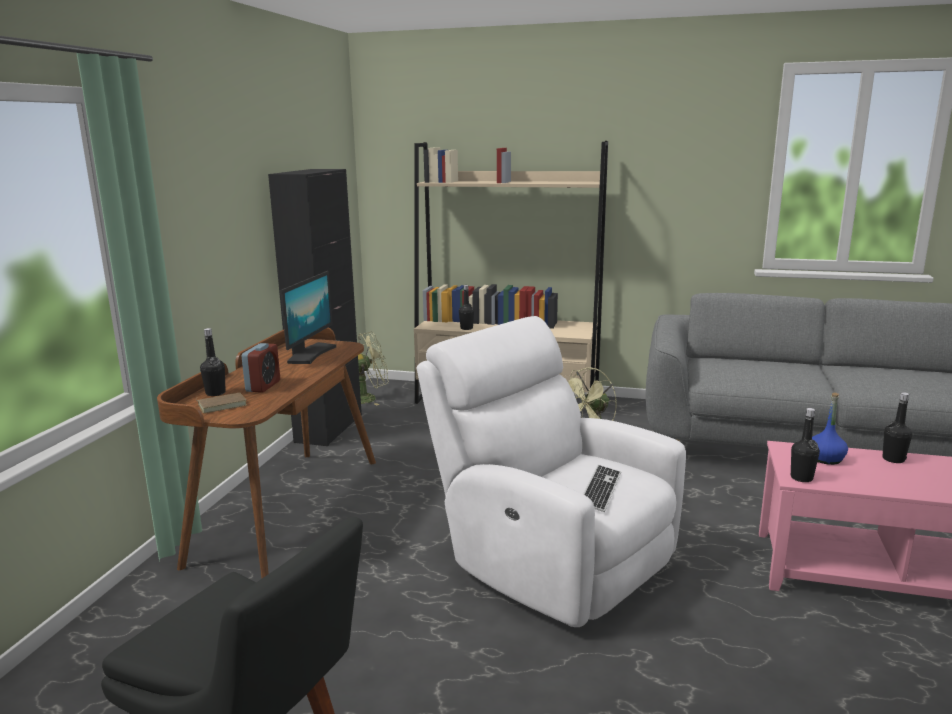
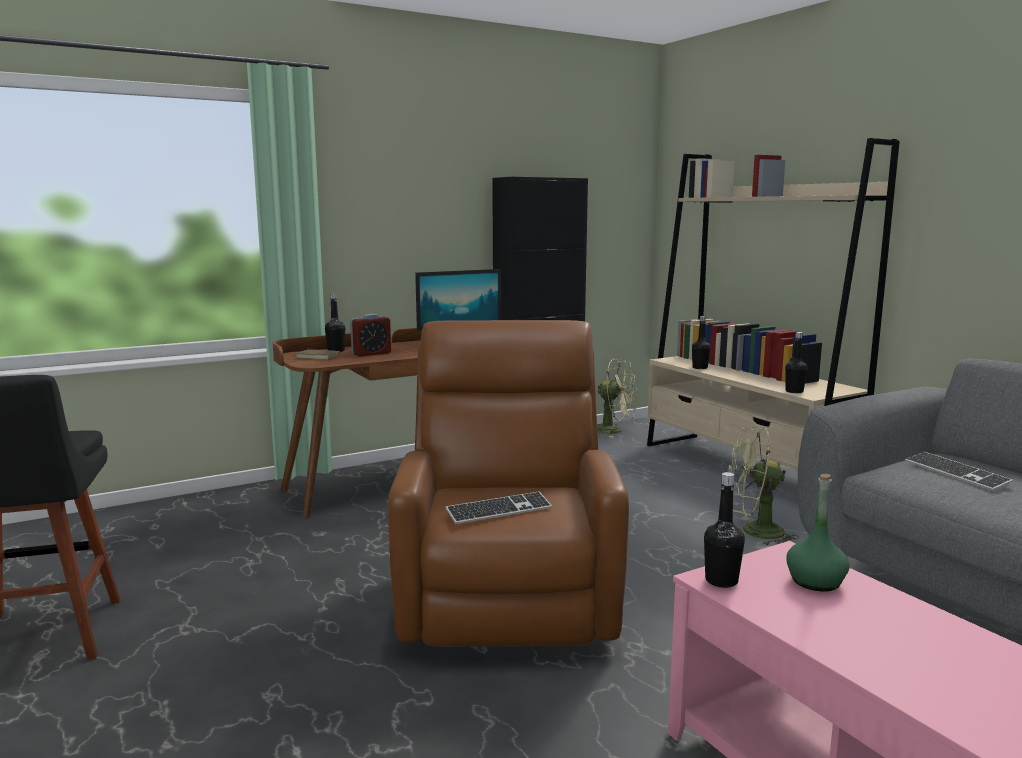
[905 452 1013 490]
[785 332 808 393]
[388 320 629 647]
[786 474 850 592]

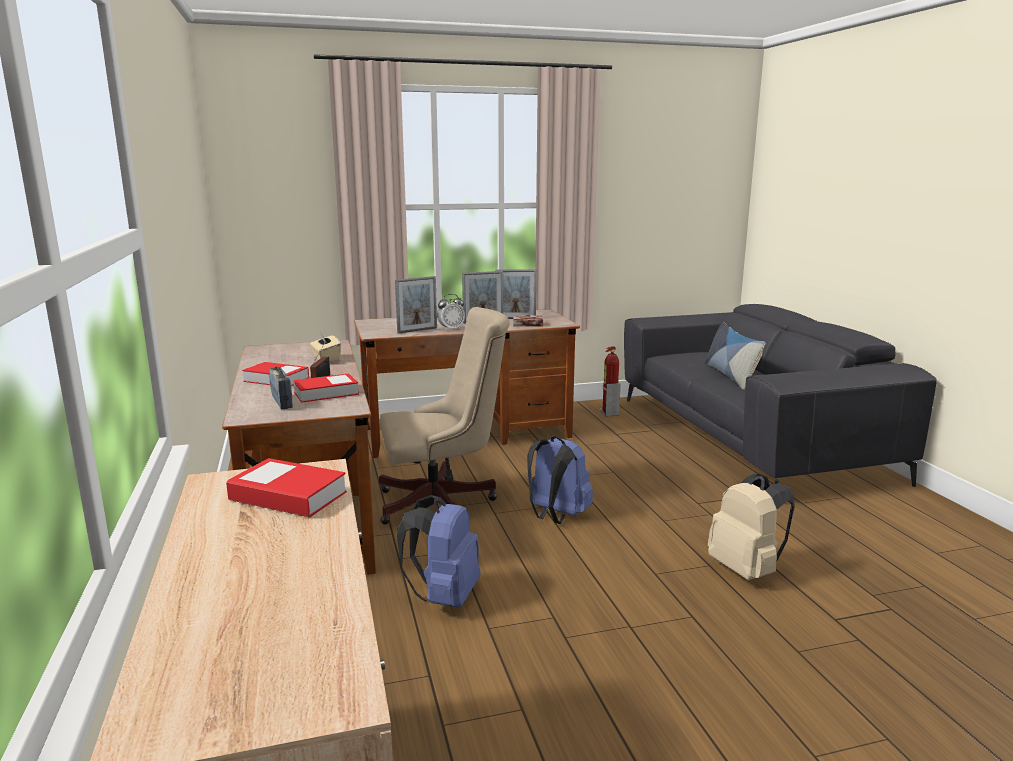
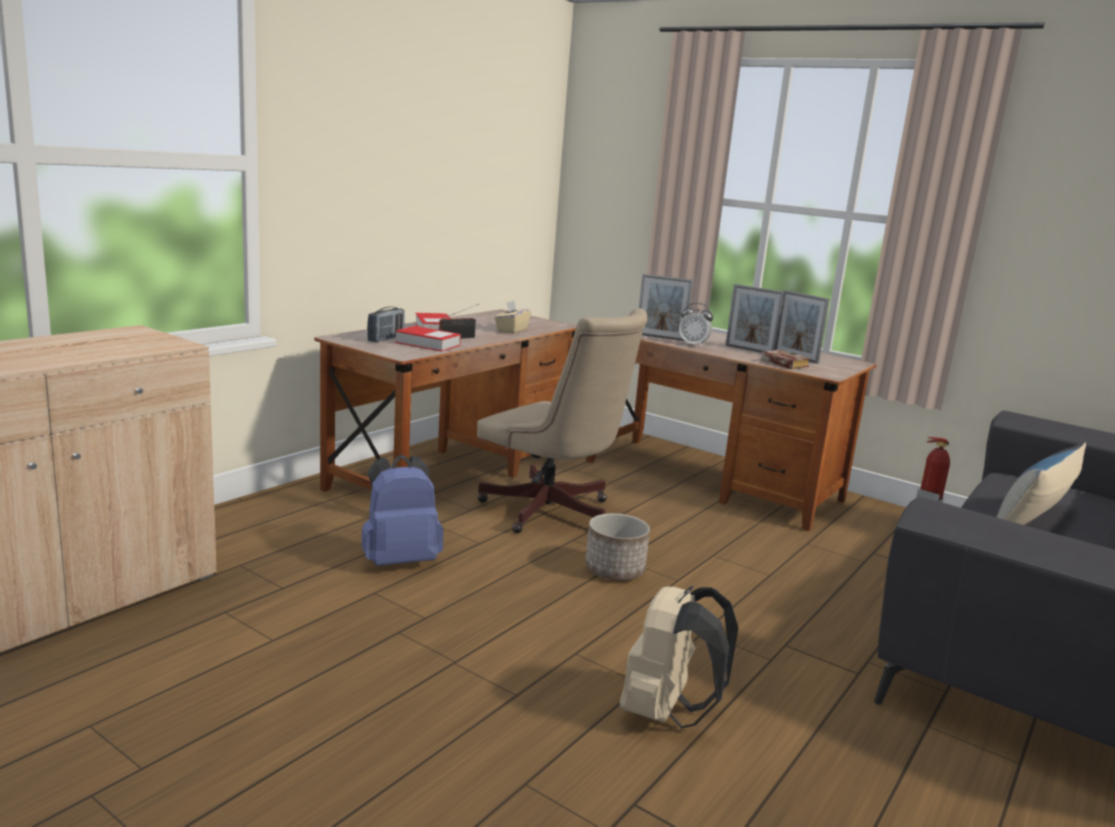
[226 458 347 517] (first image)
[585 513 650 580]

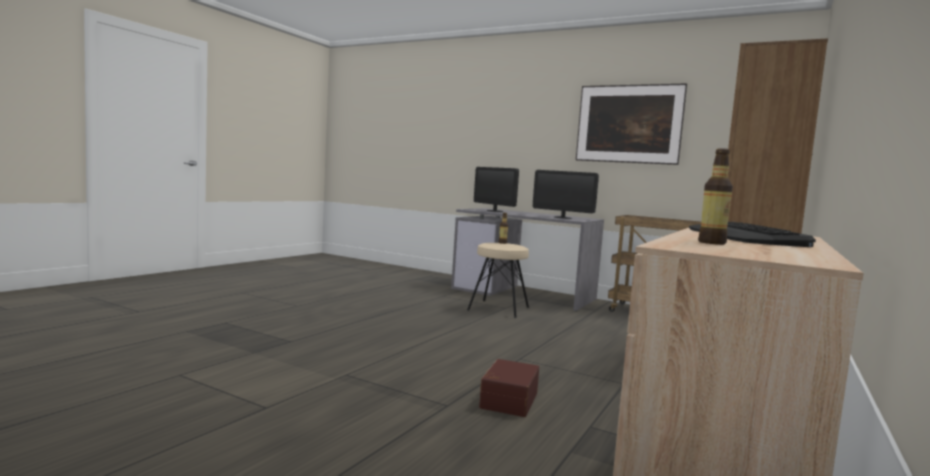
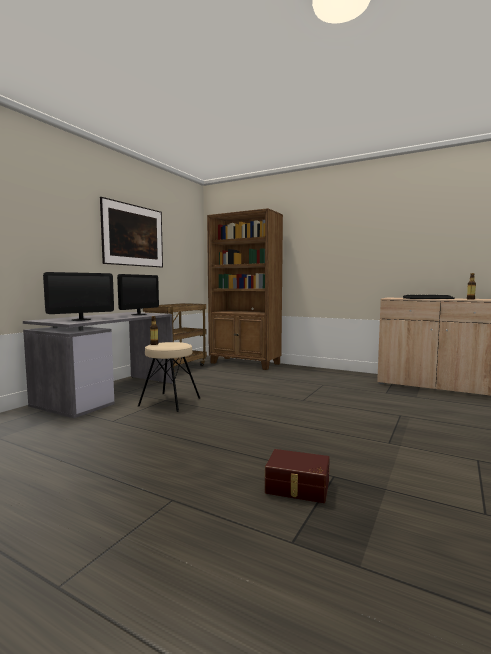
[265 449 330 503]

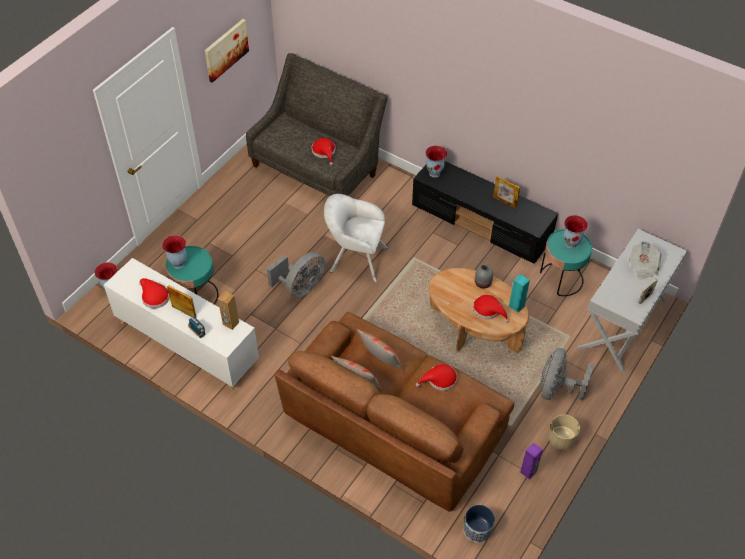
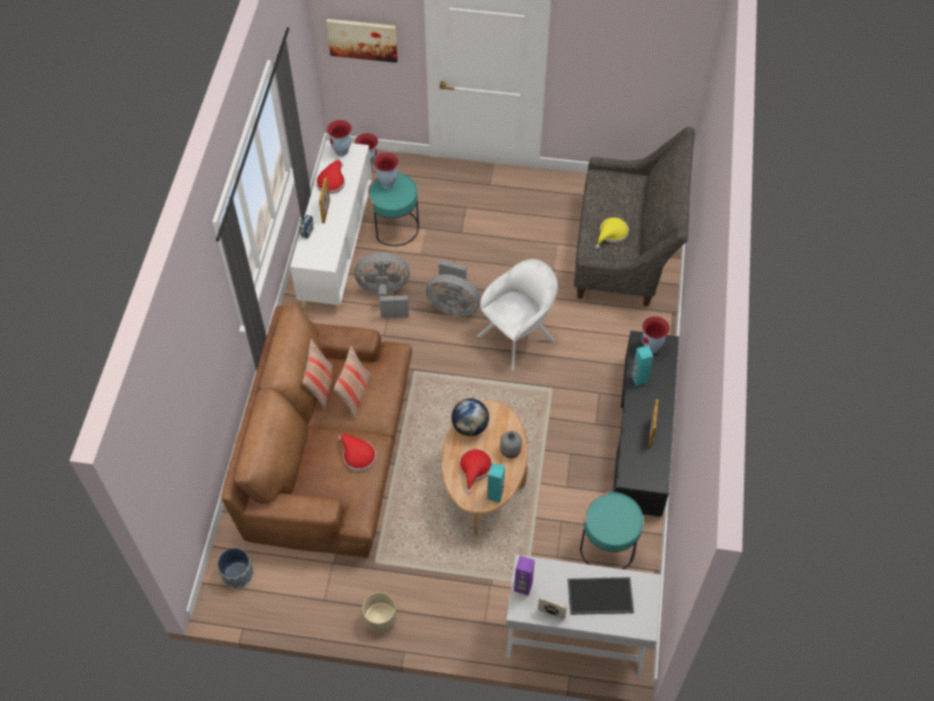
[218 291 239 330] (first image)
[451 398 489 436]
[631 345 653 386]
[326 19 398 63]
[514 556 535 595]
[354 253 410 318]
[327 120 352 156]
[568 577 634 615]
[595 217 629 249]
[476 259 558 371]

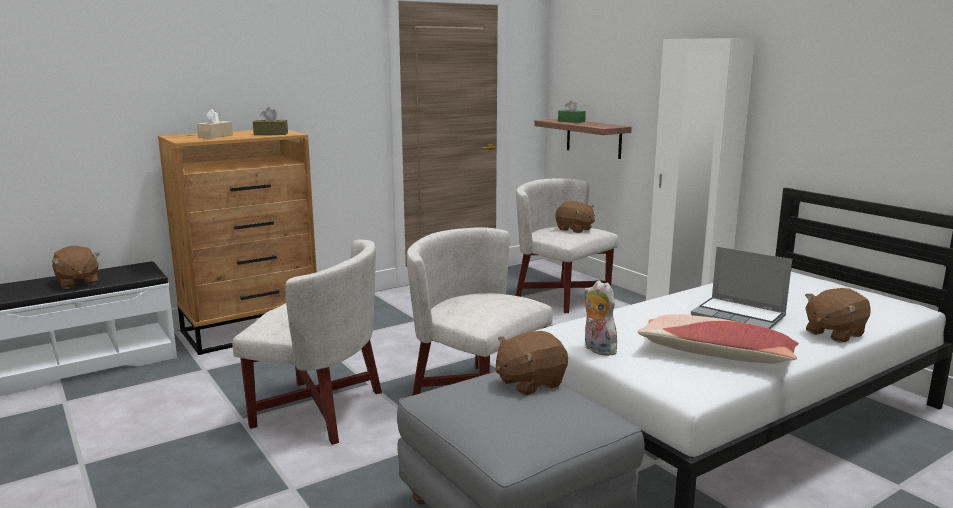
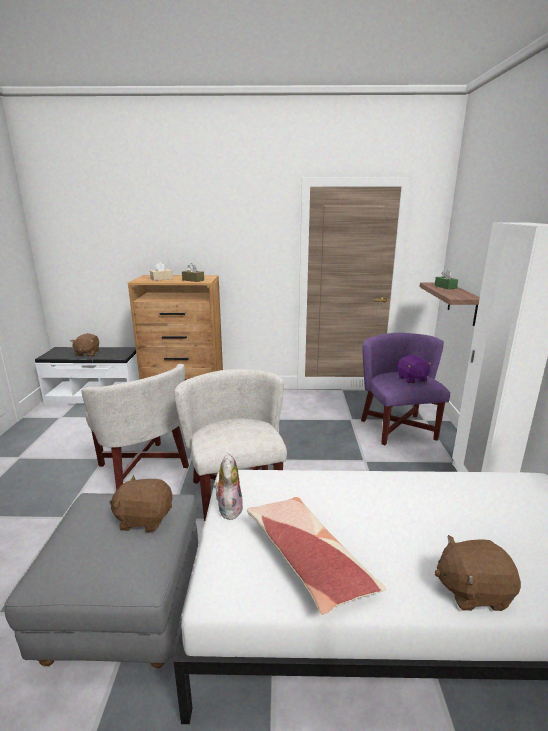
[691 246 792 329] (first image)
[361 333 450 445]
[398 355 432 384]

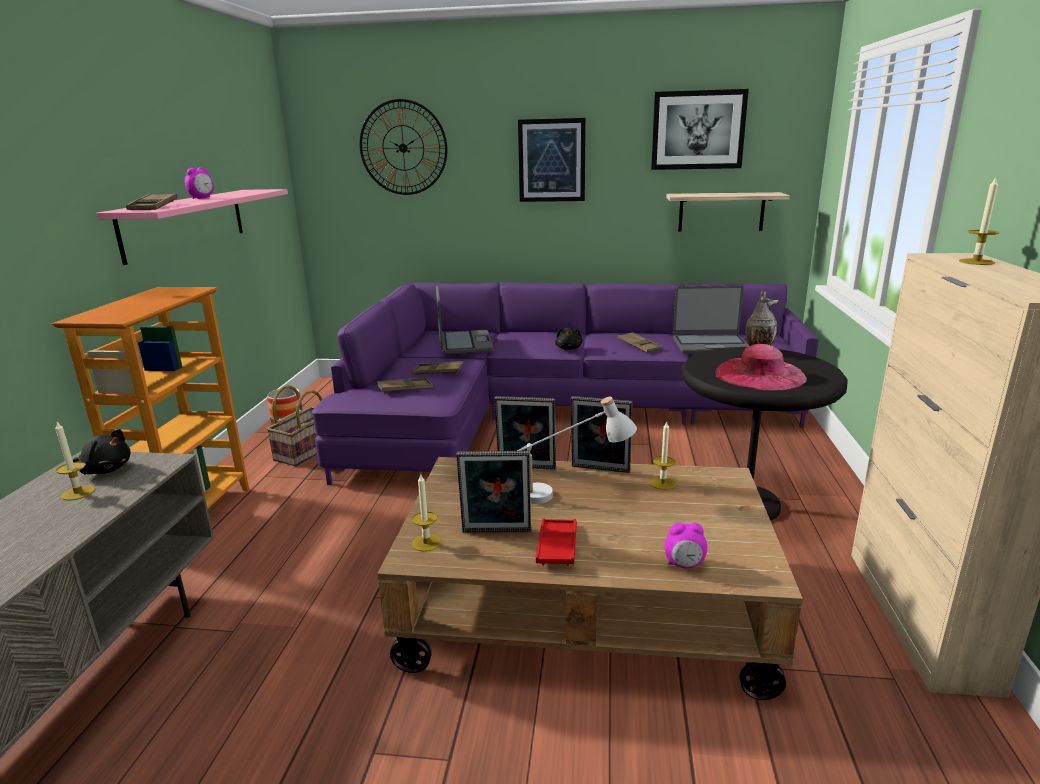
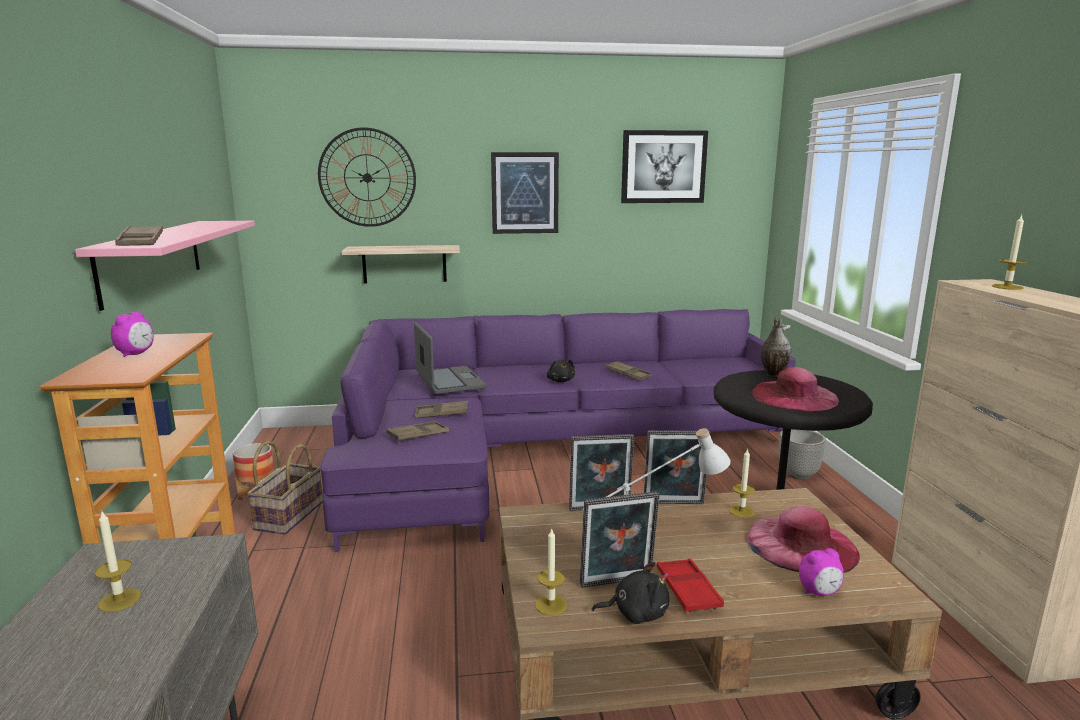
[673 285 749 354] (first image)
[747 506 860 573]
[779 429 826 480]
[592 562 670 624]
[111 312 154 357]
[342 245 460 283]

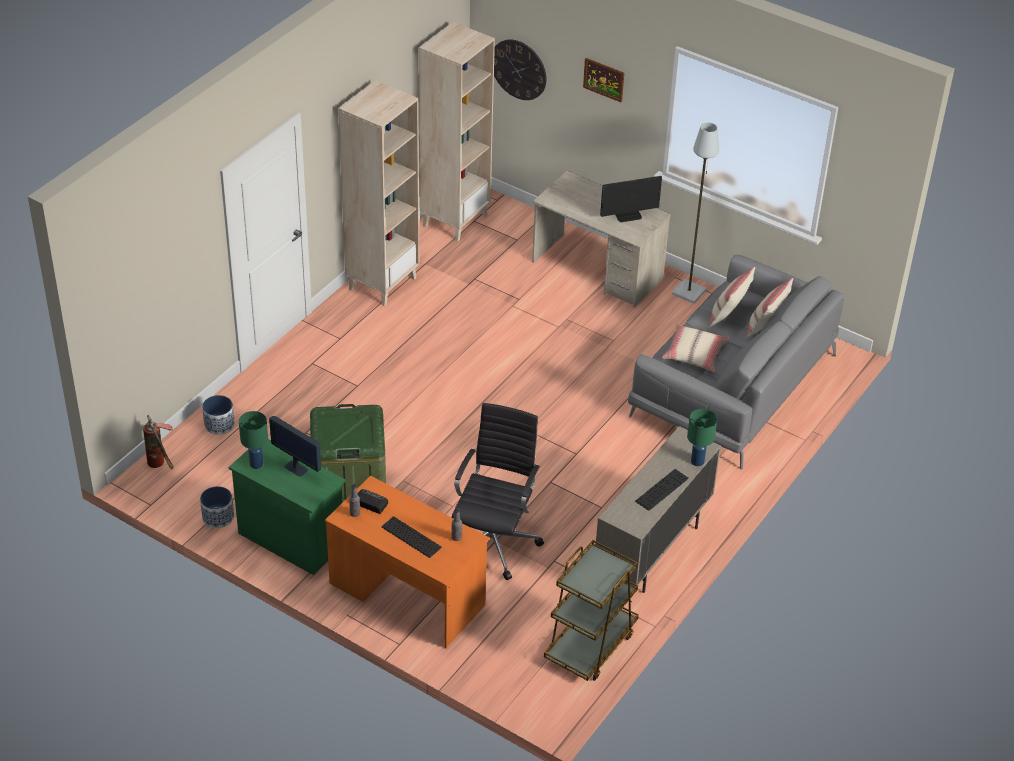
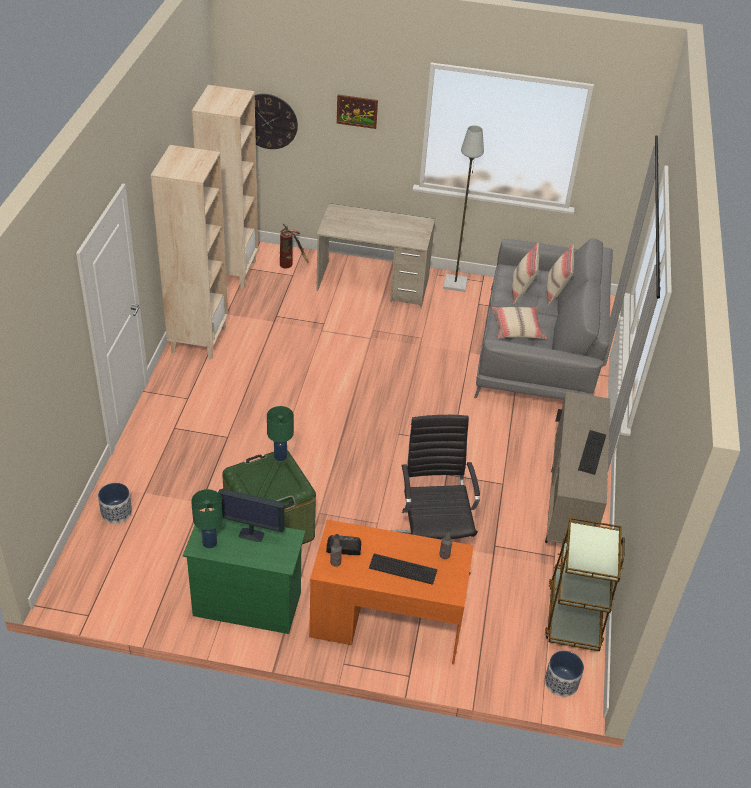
[600 176 662 222] (first image)
[280 224 309 268]
[545 650 584 697]
[267 406 294 461]

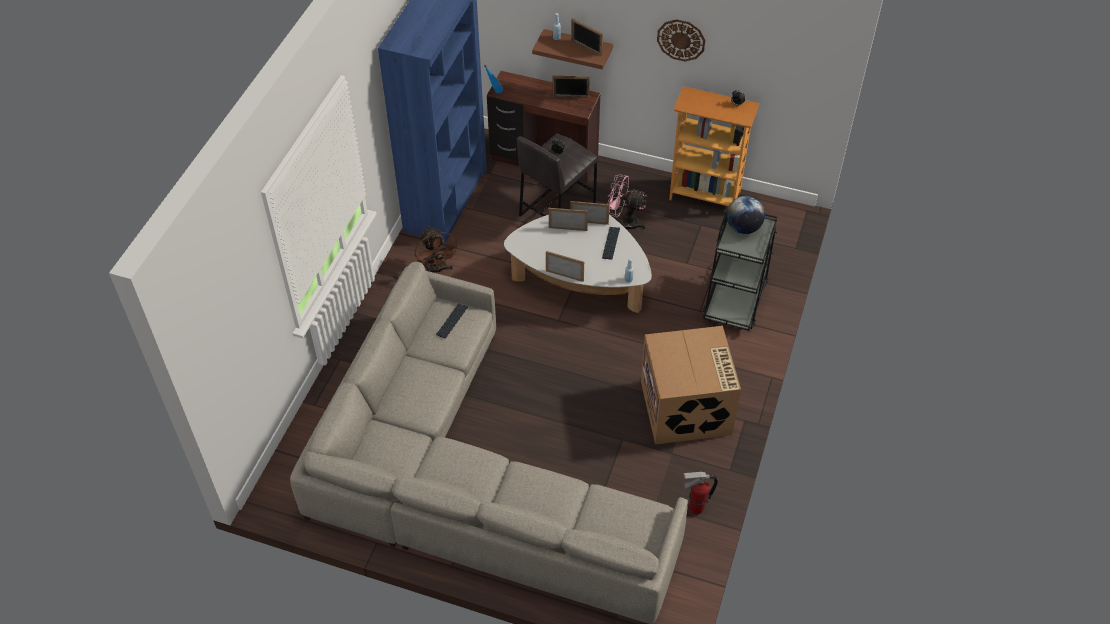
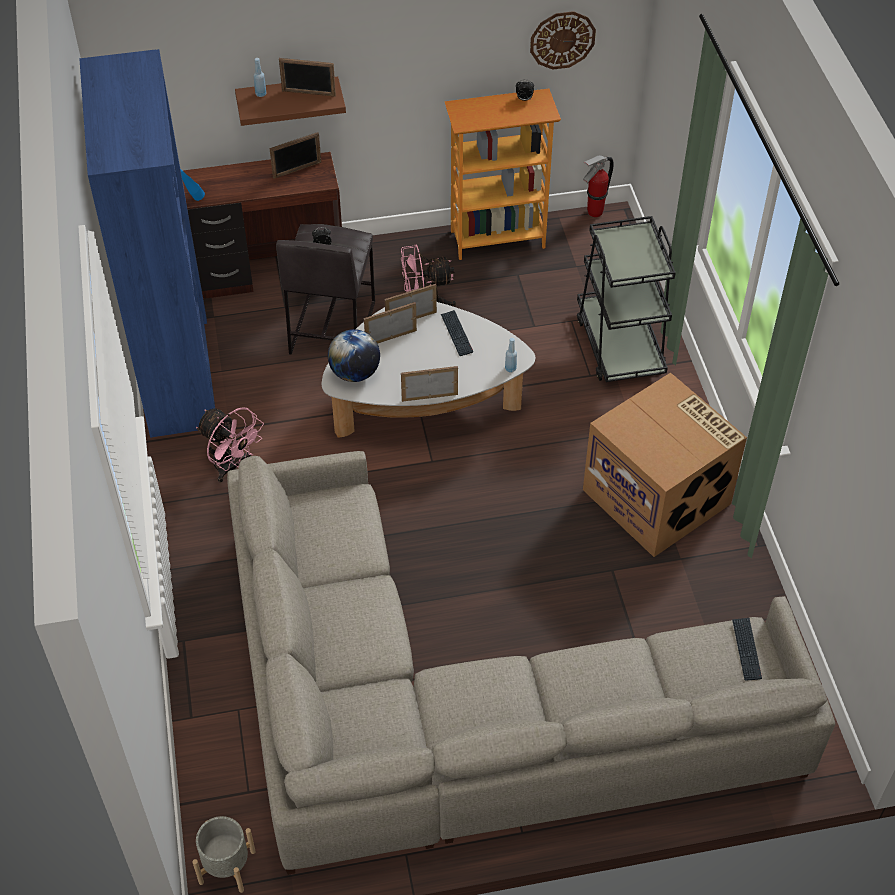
[193 816 256 893]
[732 618 762 681]
[530 11 596 70]
[583 155 614 217]
[328 329 380 382]
[196 407 264 483]

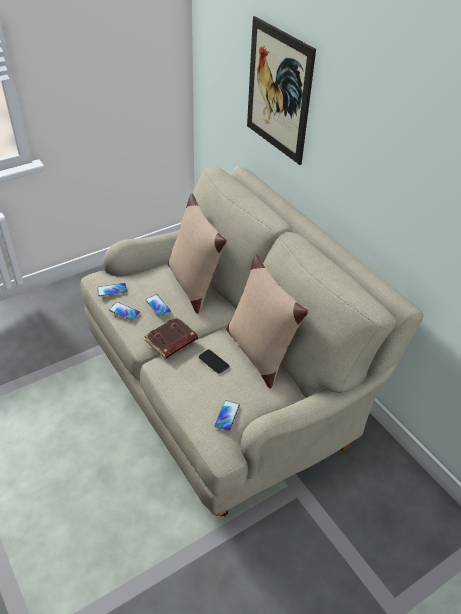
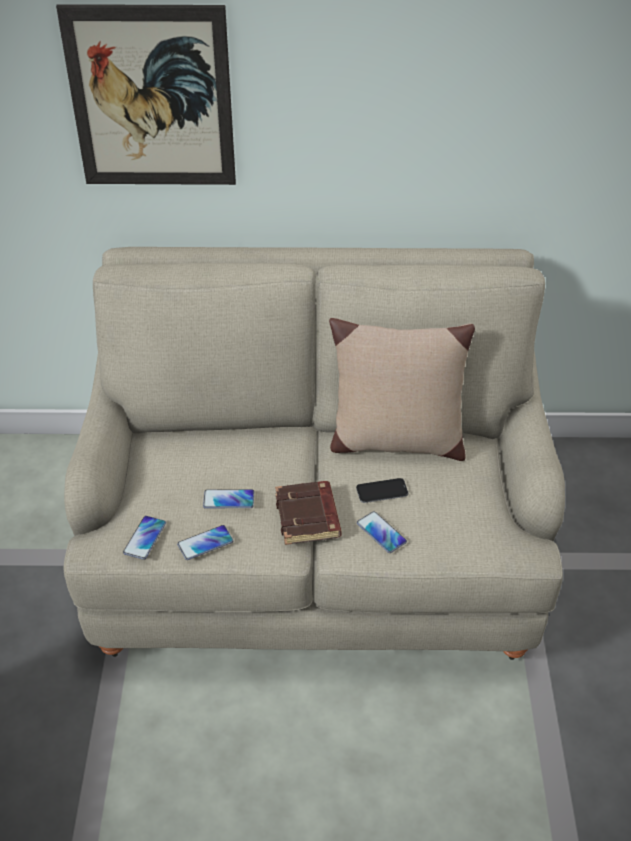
[168 194 227 314] (first image)
[357 511 407 553]

